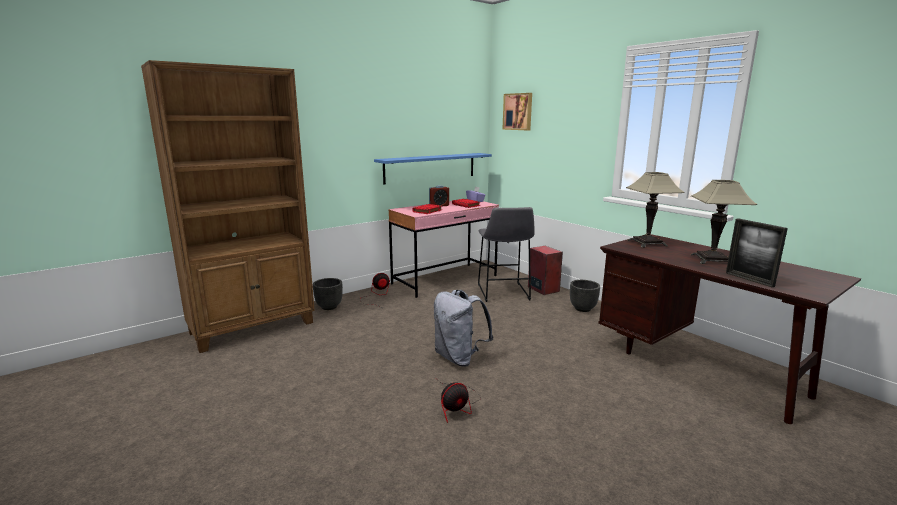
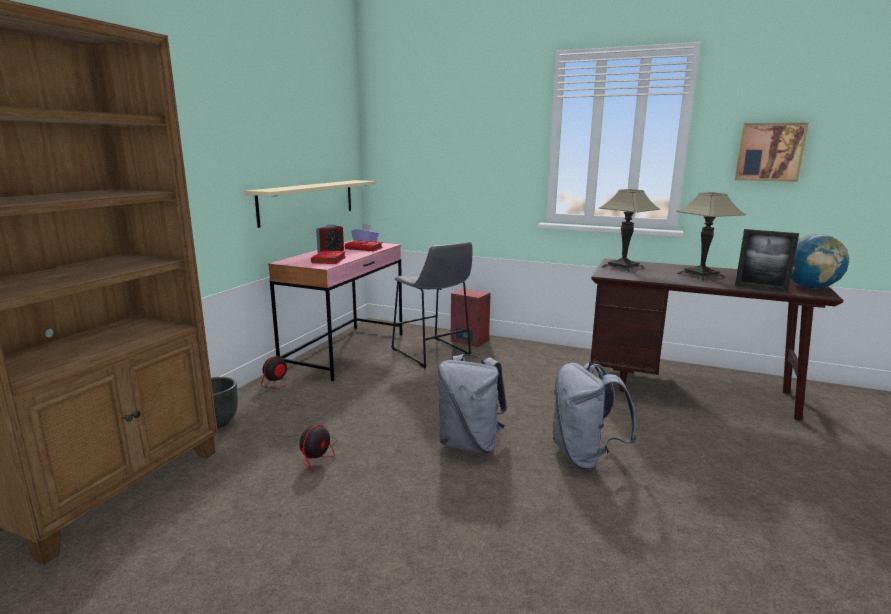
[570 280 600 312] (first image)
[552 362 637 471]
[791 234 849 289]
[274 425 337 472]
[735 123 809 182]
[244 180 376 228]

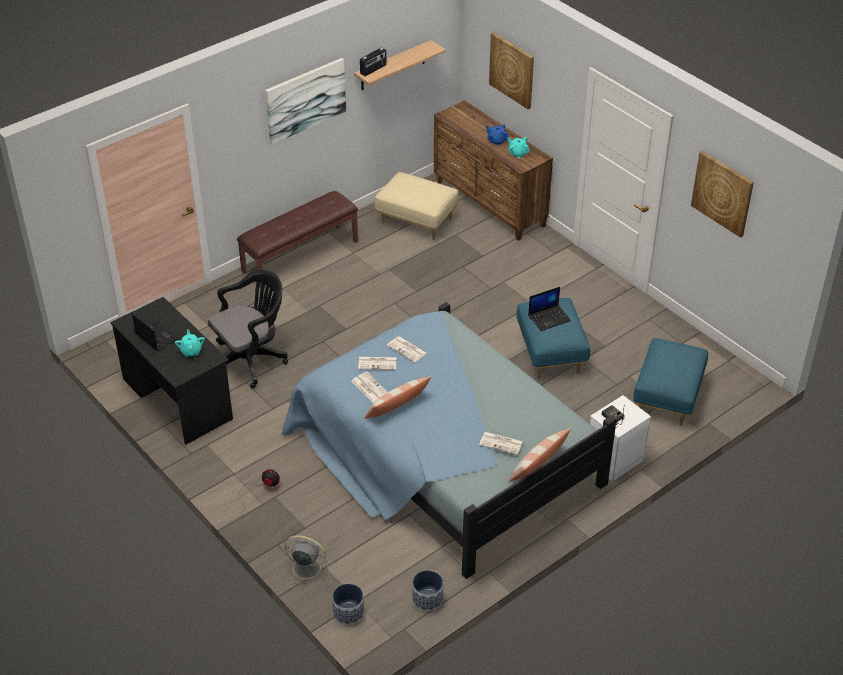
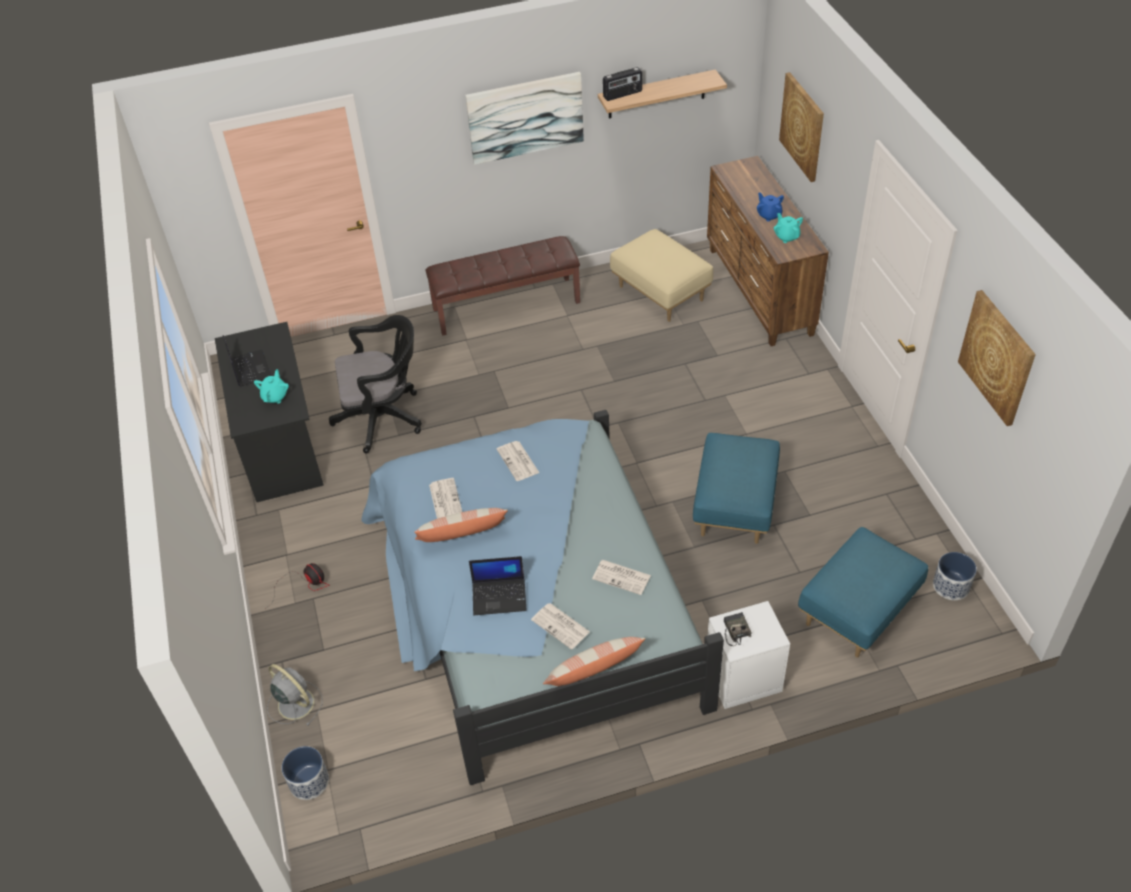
[592 560 651 595]
[933 552 977 600]
[469 556 527 615]

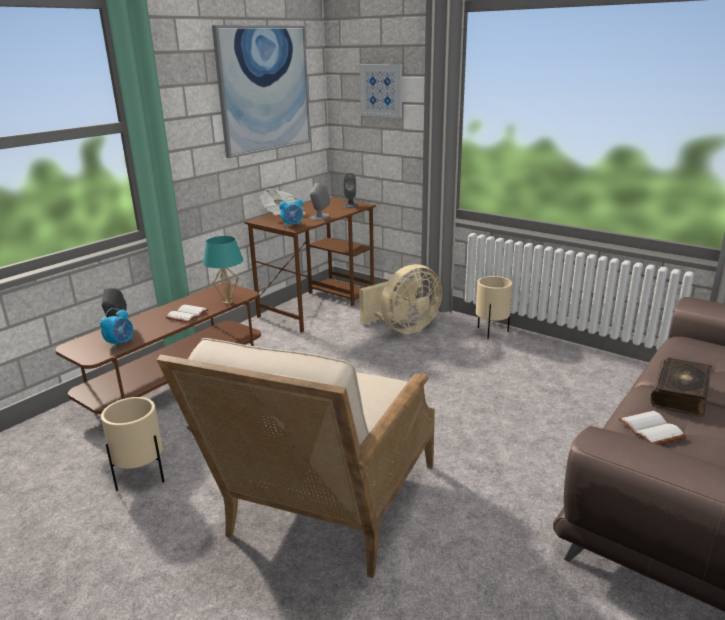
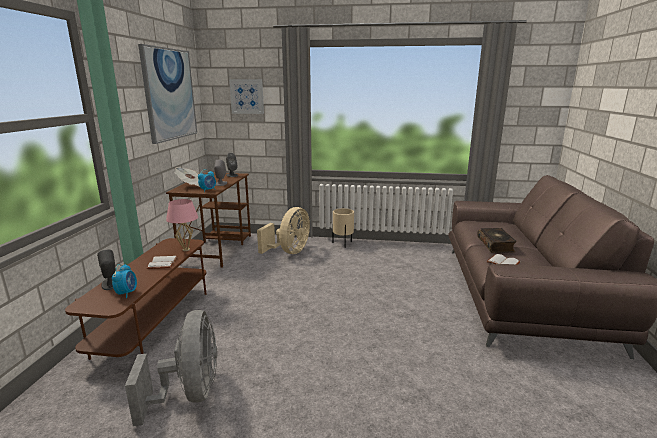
[157 338 435 578] (first image)
[125 310 217 426]
[166 199 198 251]

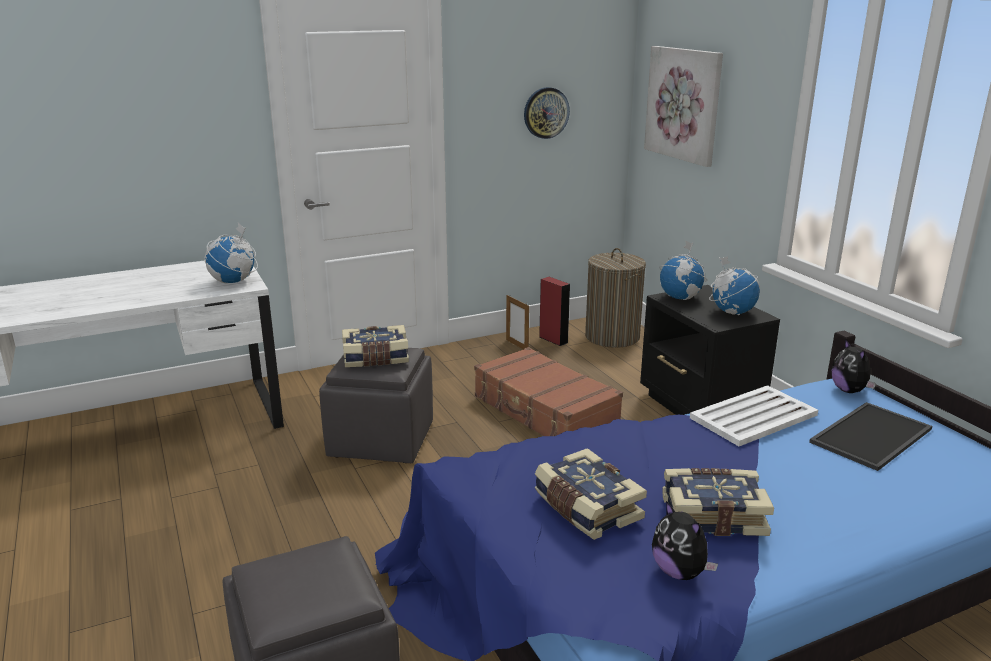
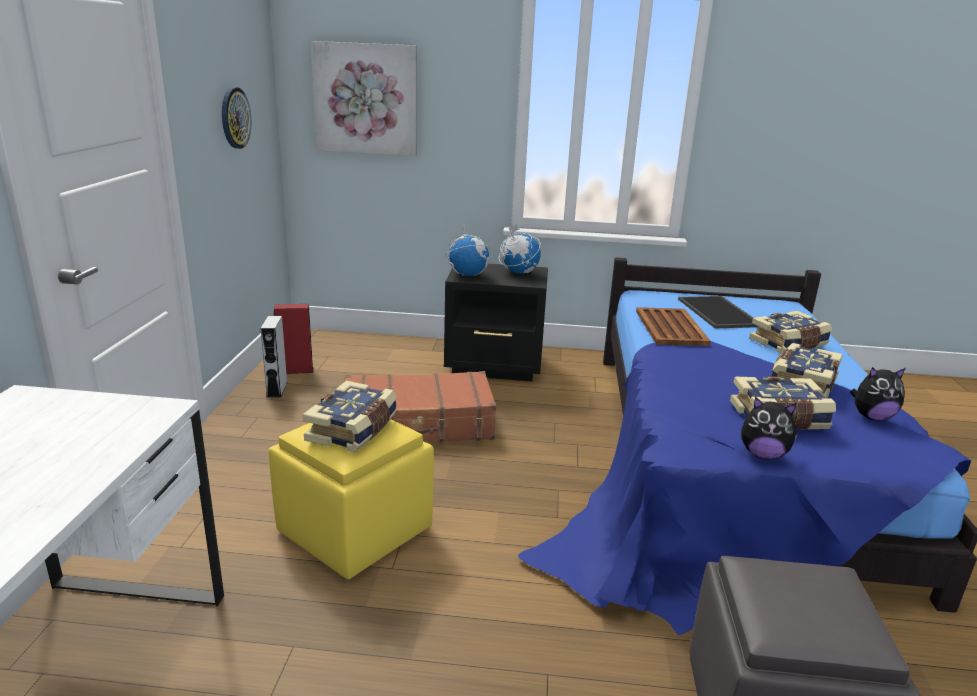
[205 223 258 284] (first image)
[585 248 646 348] (first image)
[749 311 832 354]
[741 397 798 459]
[261 316 287 398]
[268 419 434 579]
[636 307 711 346]

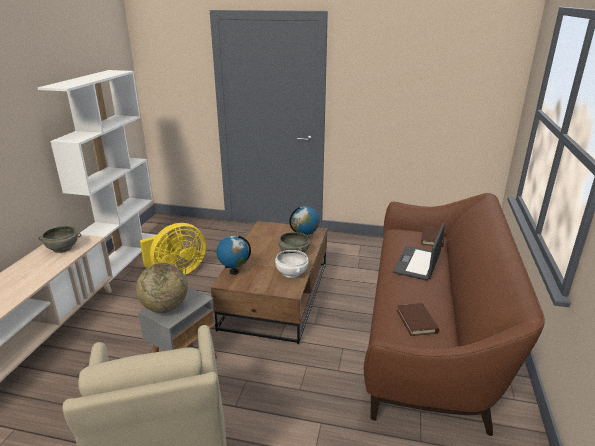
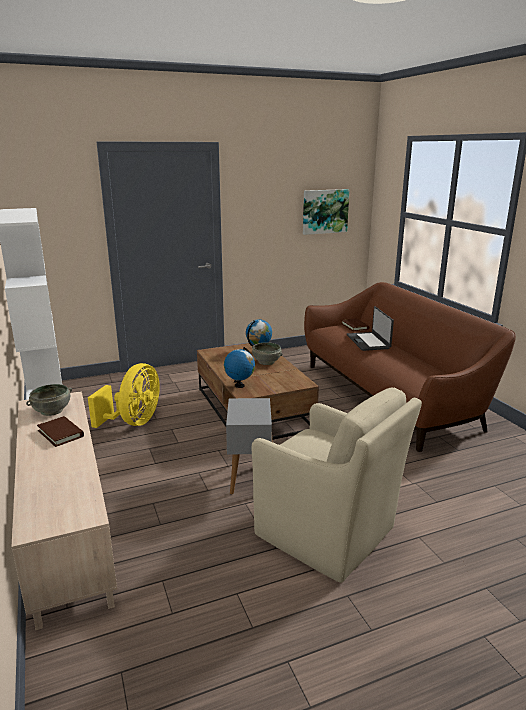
[136 263 188 313] (first image)
[275 250 309 278] (first image)
[303 189 349 235]
[37 416 84 447]

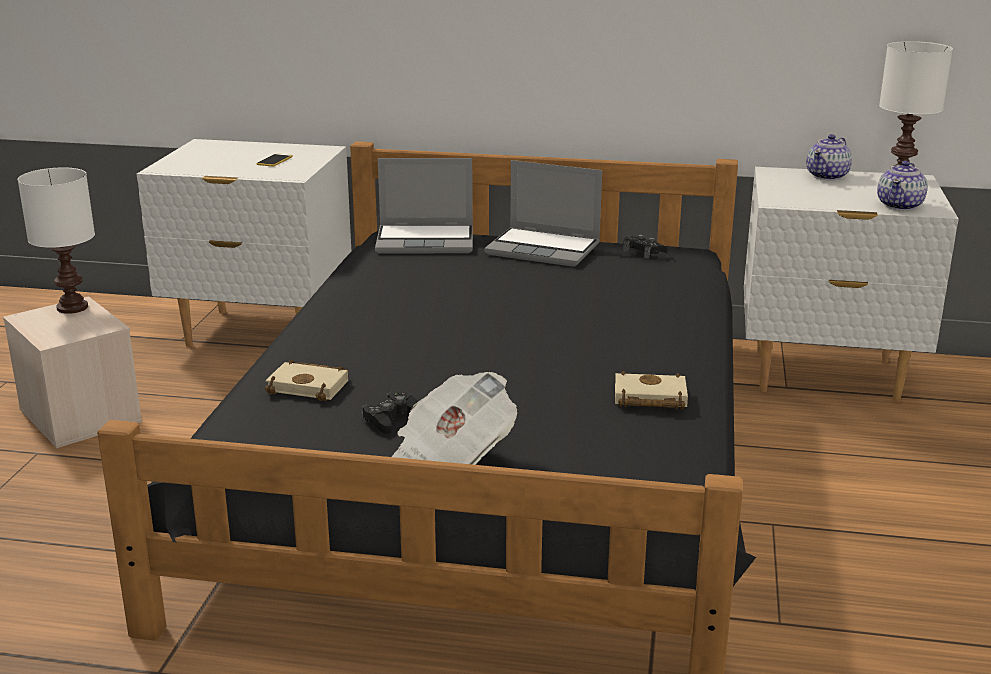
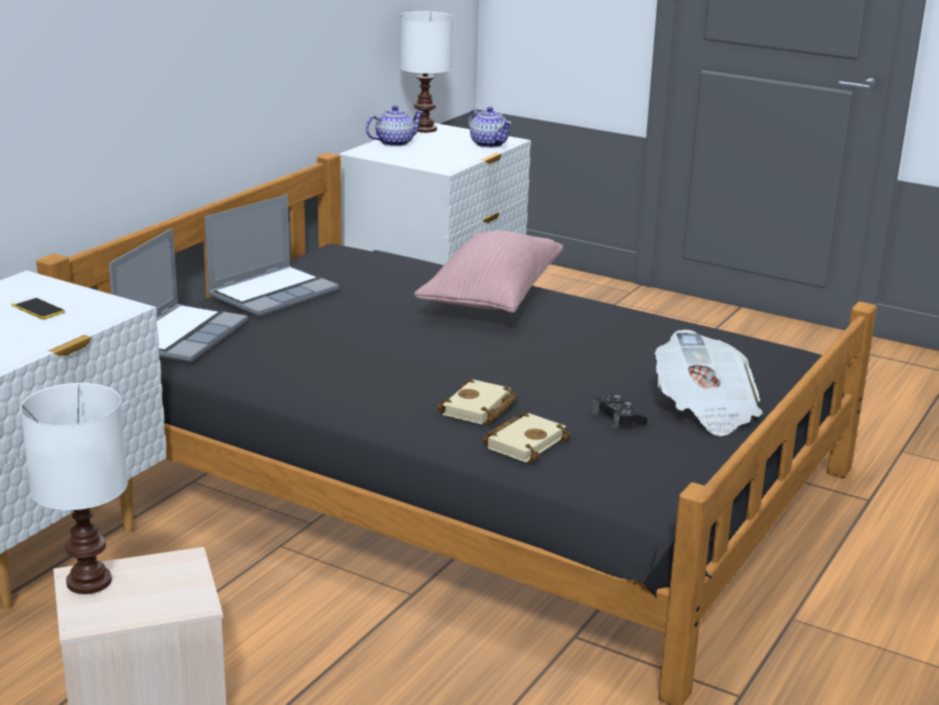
[623 235 668 259] (first image)
[414 230 563 313]
[437 378 518 425]
[366 105 424 147]

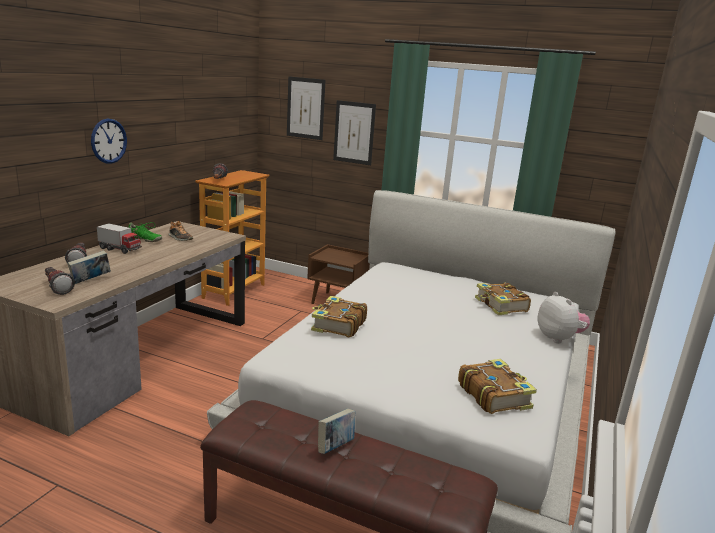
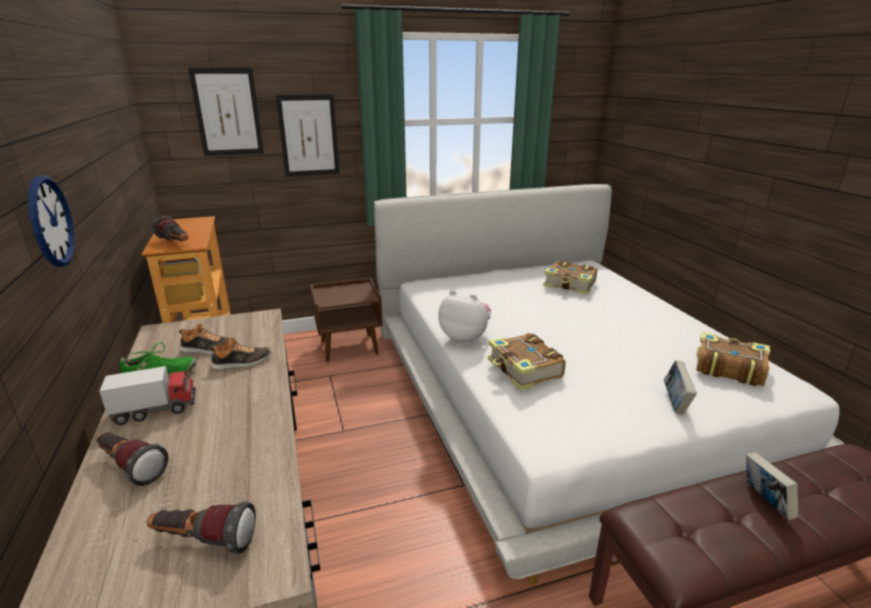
[210 337 271 370]
[664 360 697 414]
[438 290 491 345]

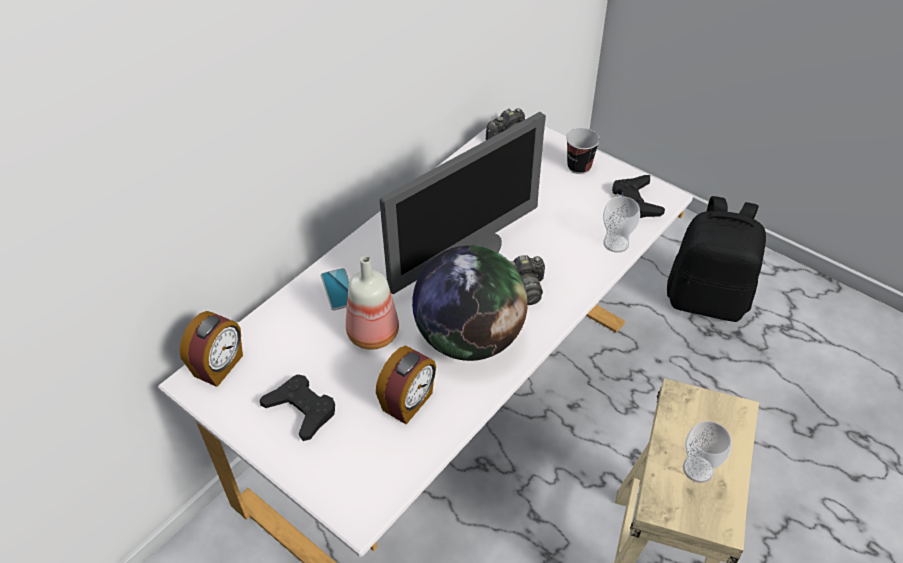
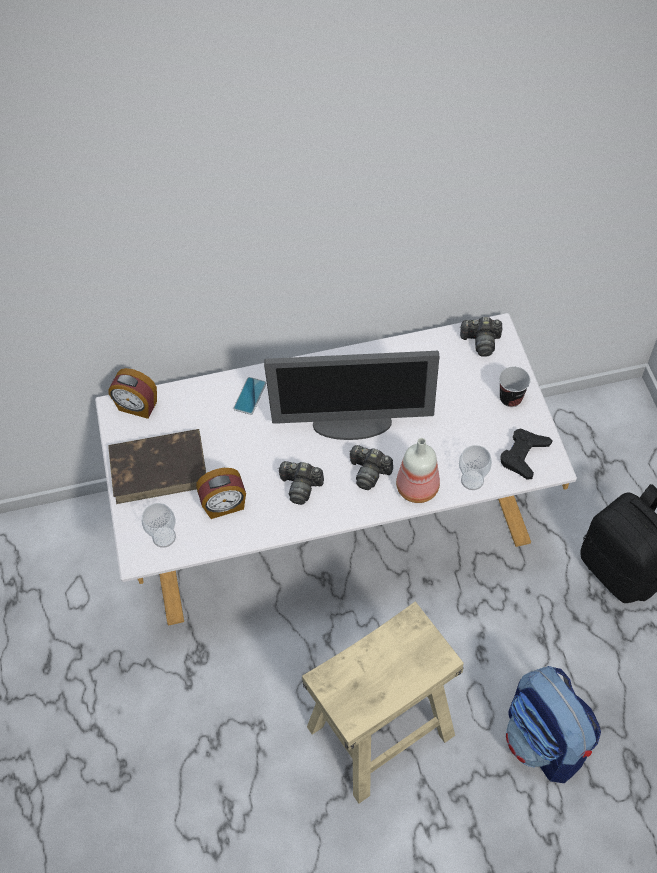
[506 666 601 783]
[396 438 440 503]
[142 503 176 548]
[108 429 206 504]
[278 461 324 505]
[108 368 157 419]

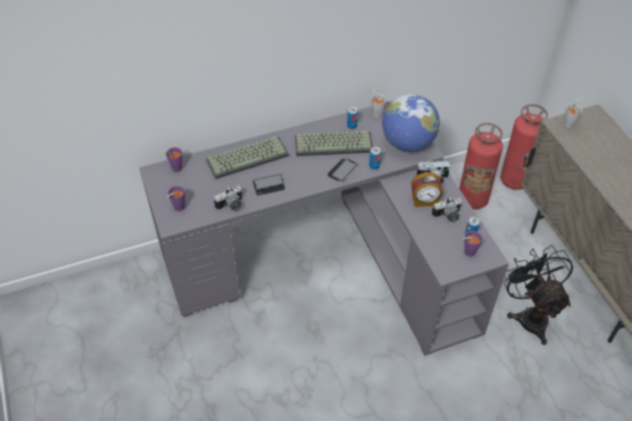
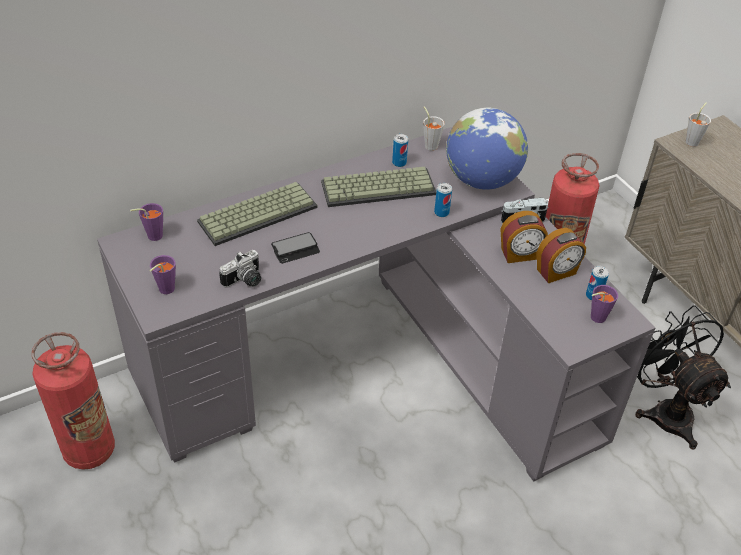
[327 158 357 181] (first image)
[32 332 115 470]
[537 228 586 283]

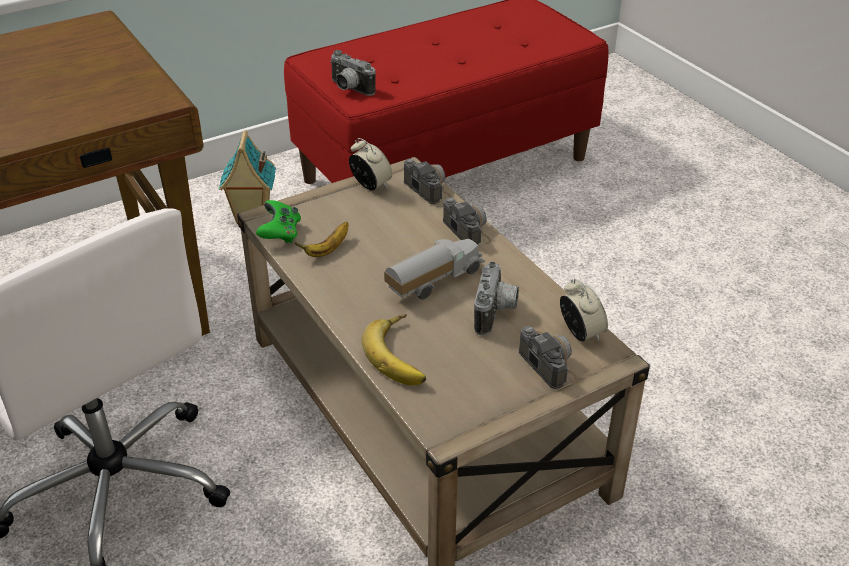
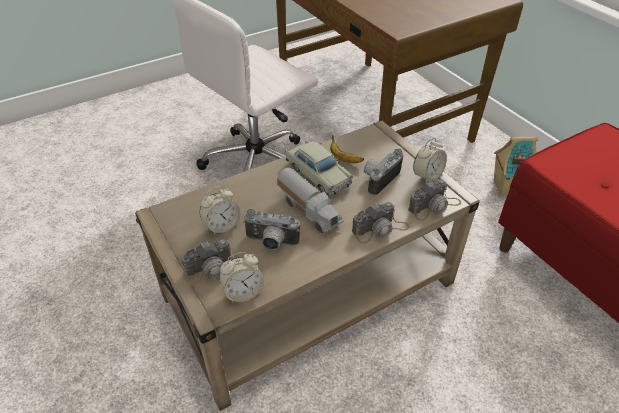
[256 200 301 243] (first image)
[362 314 426 385] (first image)
[199 186 240 235]
[285 140 353 196]
[364 149 403 195]

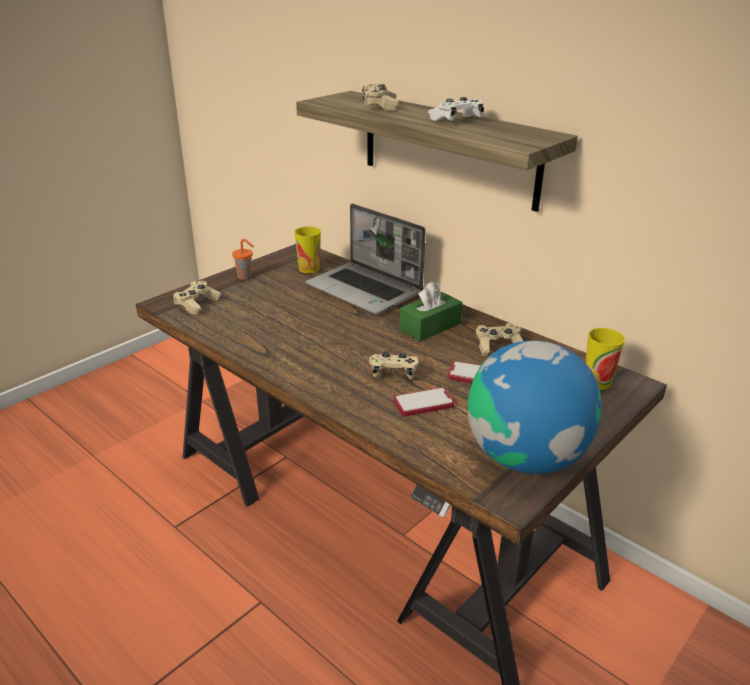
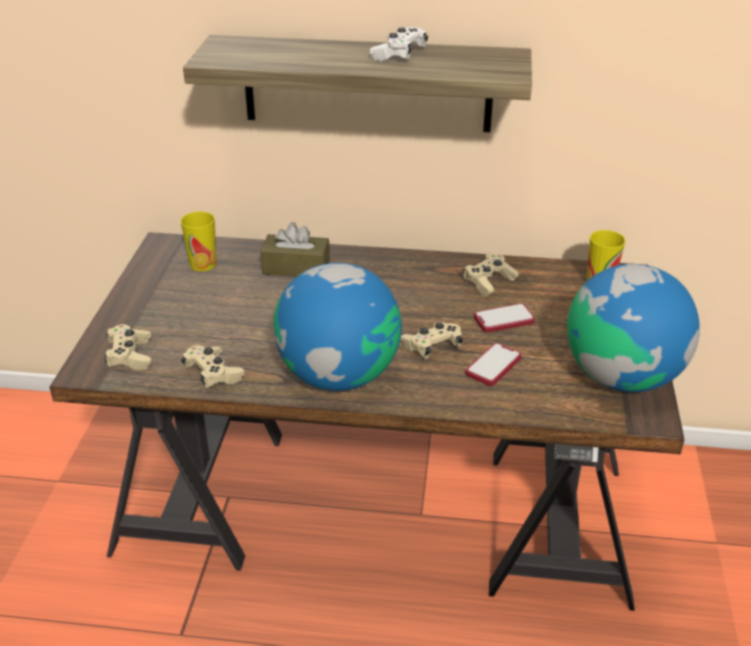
[232 239 254 280] (first image)
[399 281 463 341] (first image)
[273 263 402 391]
[181 346 245 389]
[260 222 330 277]

